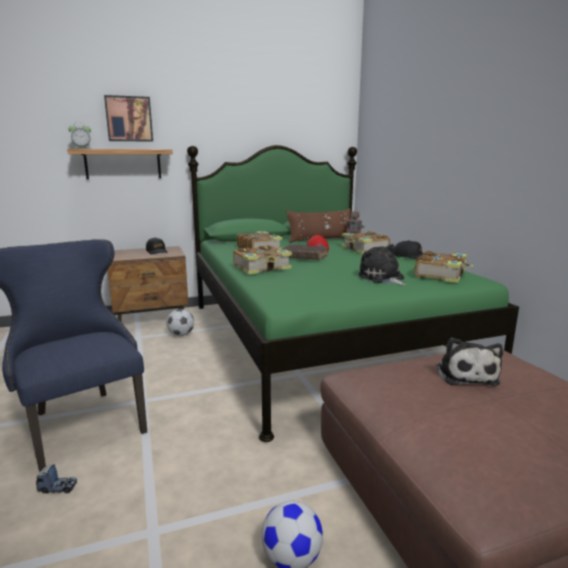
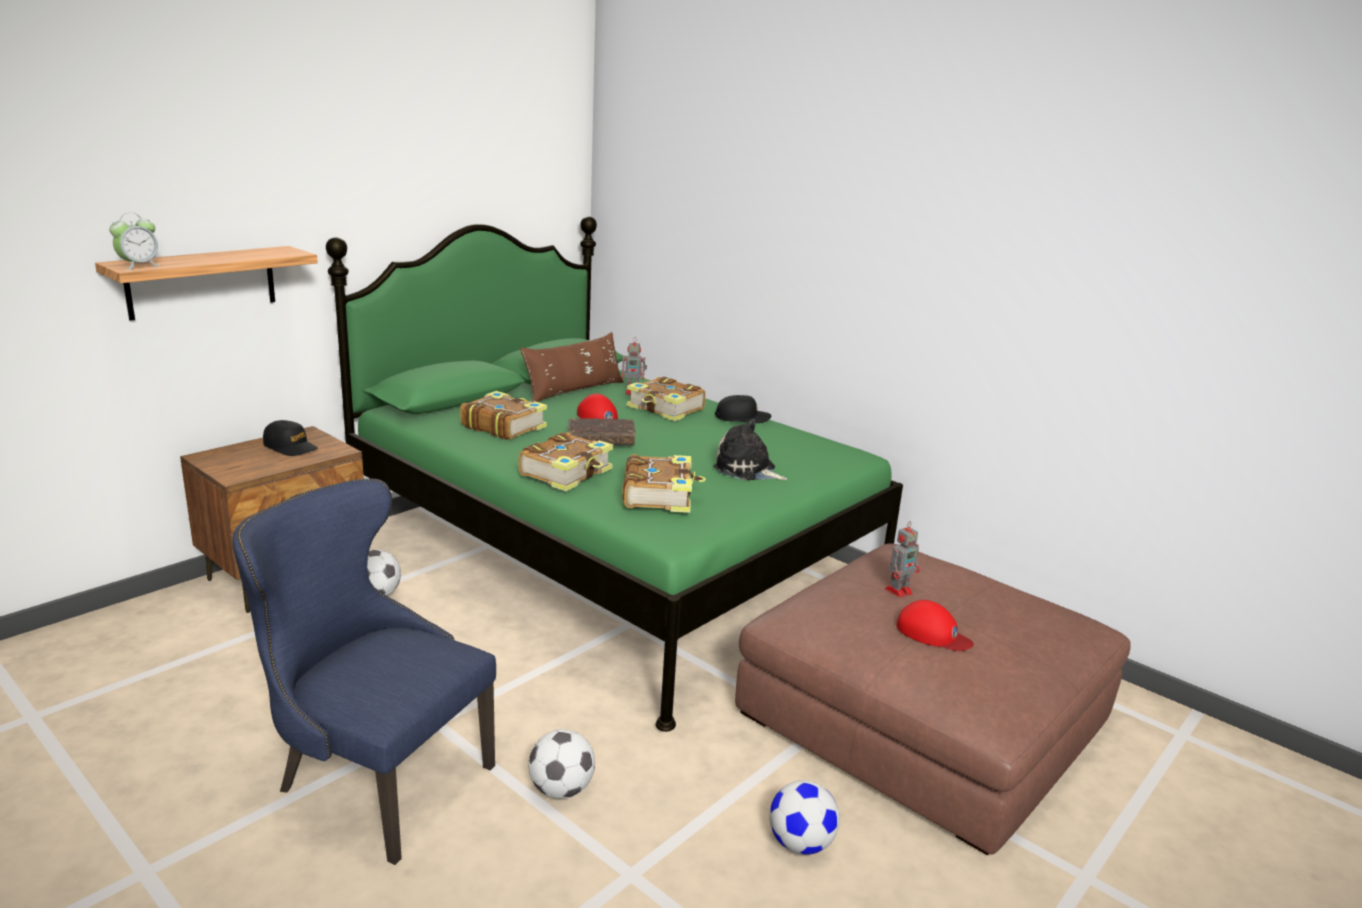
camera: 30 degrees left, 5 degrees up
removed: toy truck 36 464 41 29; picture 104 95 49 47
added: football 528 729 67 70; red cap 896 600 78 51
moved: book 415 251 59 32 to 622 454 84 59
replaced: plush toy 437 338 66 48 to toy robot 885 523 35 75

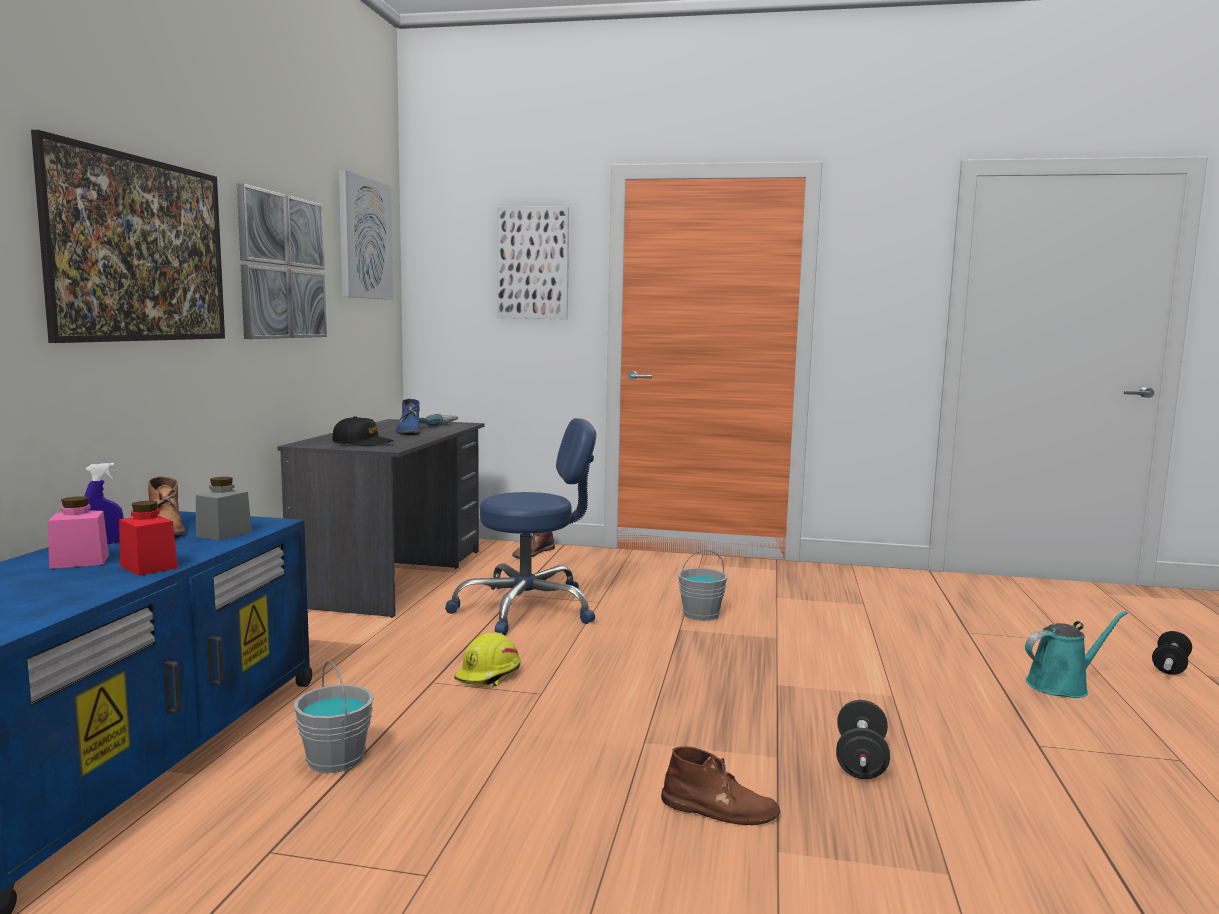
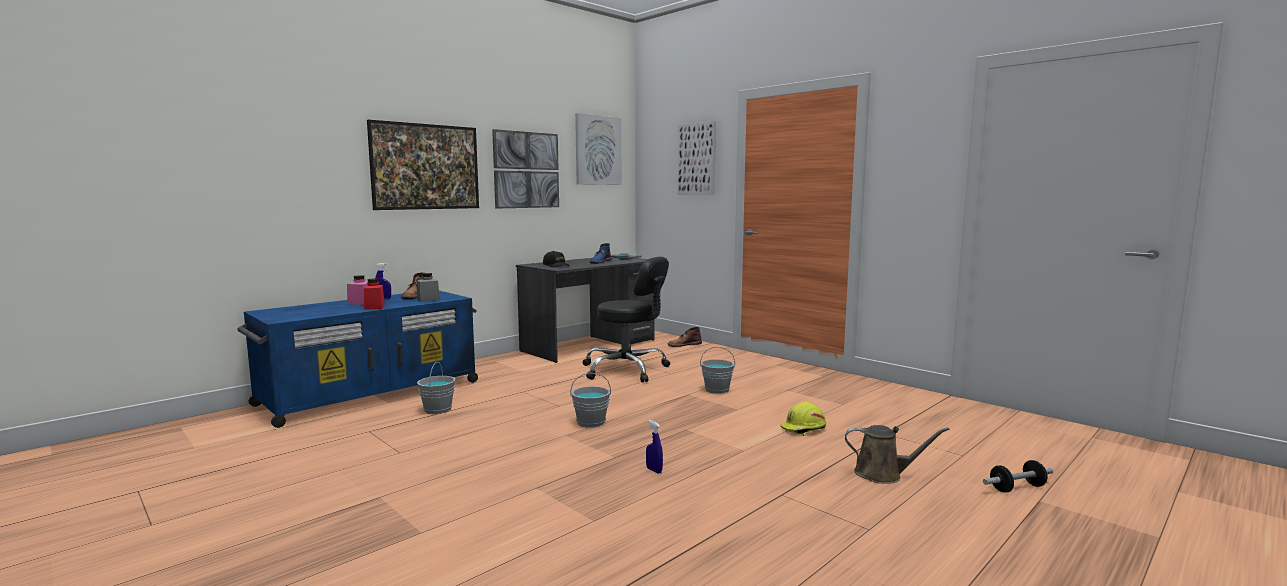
camera: 35 degrees right, 0 degrees up
removed: brown boot 661 746 119 79
added: grey bucket 570 373 41 55
moved: yellow hard hat 454 632 67 55 to 780 402 46 34
replaced: black dumbbell 836 700 54 79 to blue spray bottle 646 420 17 54
recoloured: blue office chair 445 418 151 217 to black office chair 582 257 88 125; turquoise watering can 1025 611 103 87 to brown watering can 845 425 105 59

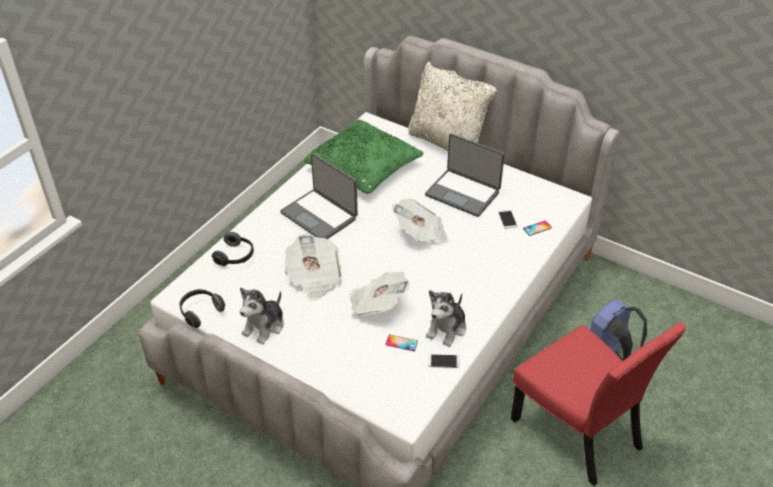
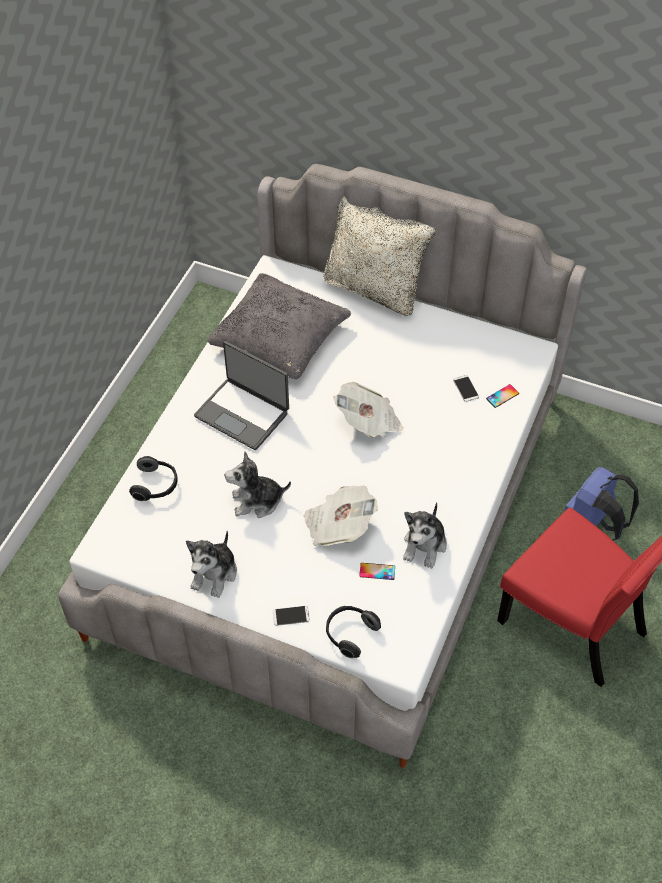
camera: 10 degrees left, 10 degrees up
removed: laptop 425 133 80 84
moved: phone 428 354 31 14 to 273 606 37 20; headphones 179 289 46 39 to 326 606 55 52
replaced: newspaper 285 233 57 68 to plush toy 224 452 67 66
recoloured: green pillow 304 119 119 75 to grey pillow 208 273 143 106

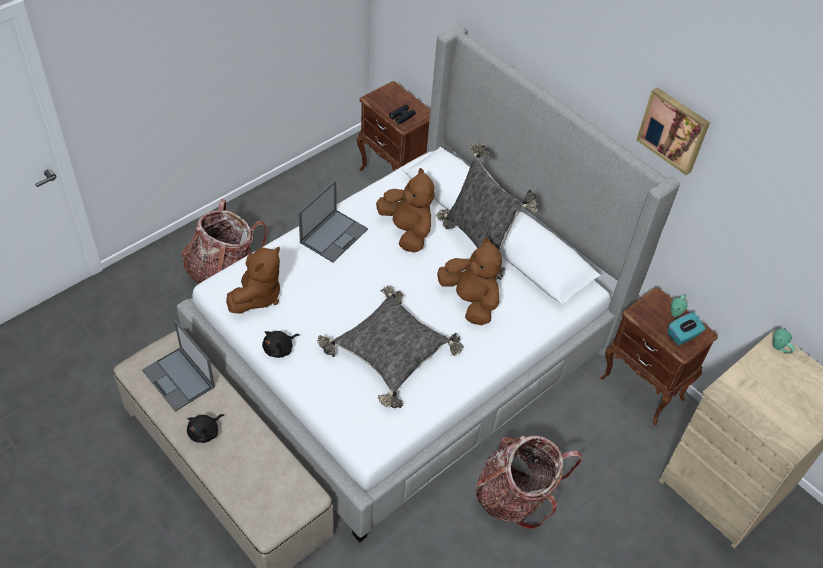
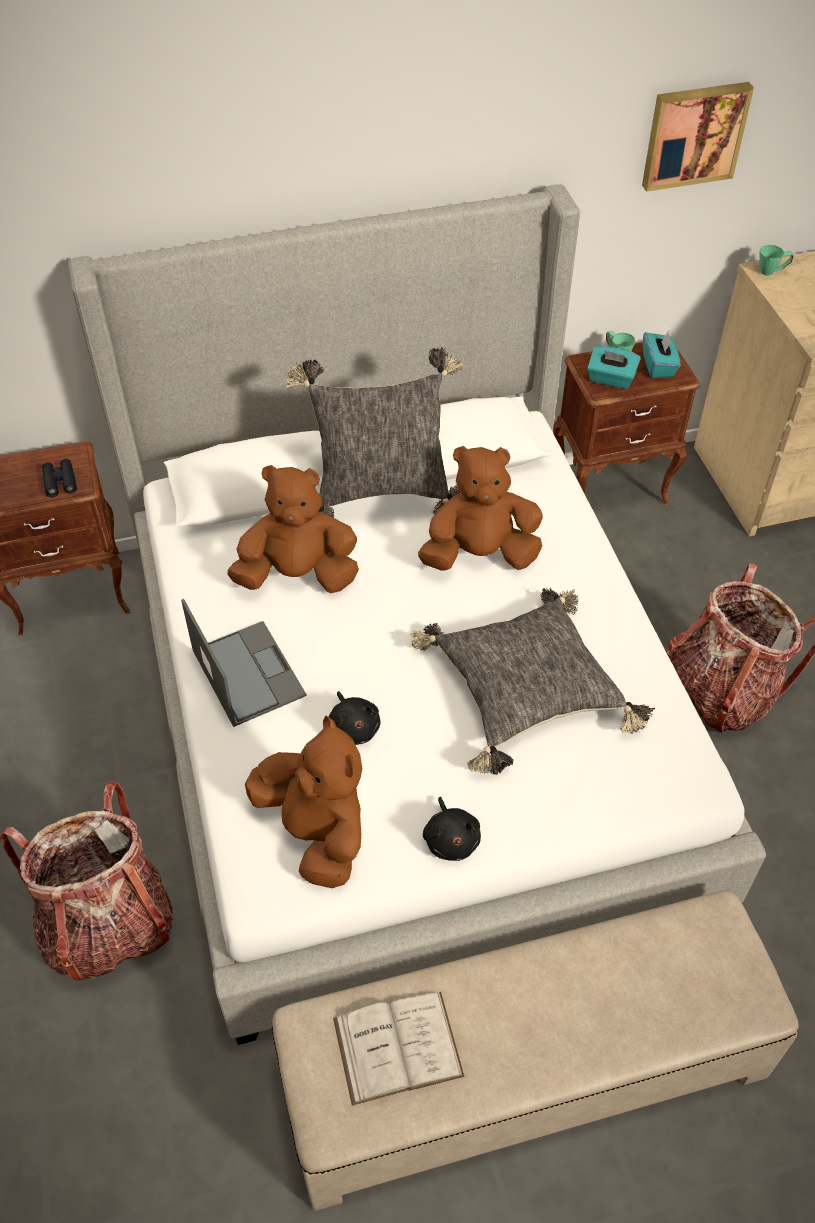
camera: 60 degrees left, 0 degrees up
added: turquoise tissue box 587 346 54 43
moved: black plush toy 187 414 37 29 to 328 691 52 54; picture 637 87 73 88 to 642 82 112 110
replaced: laptop 142 320 73 92 to white book 333 991 131 115

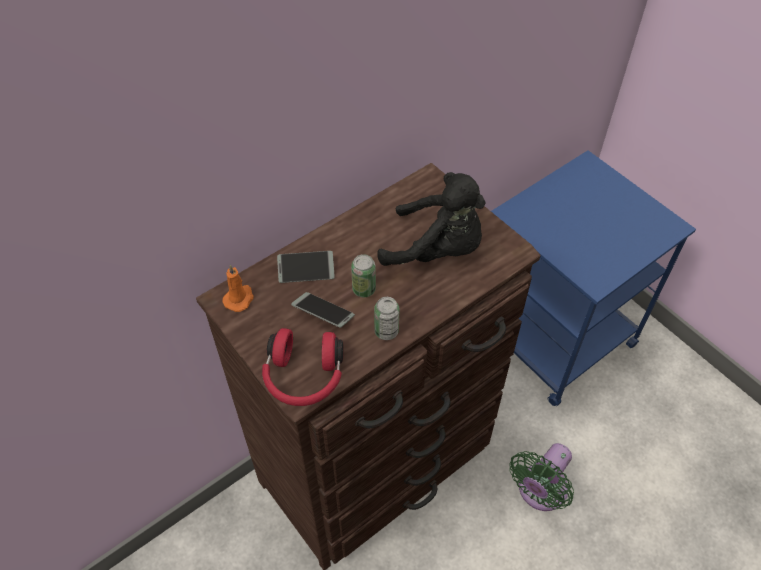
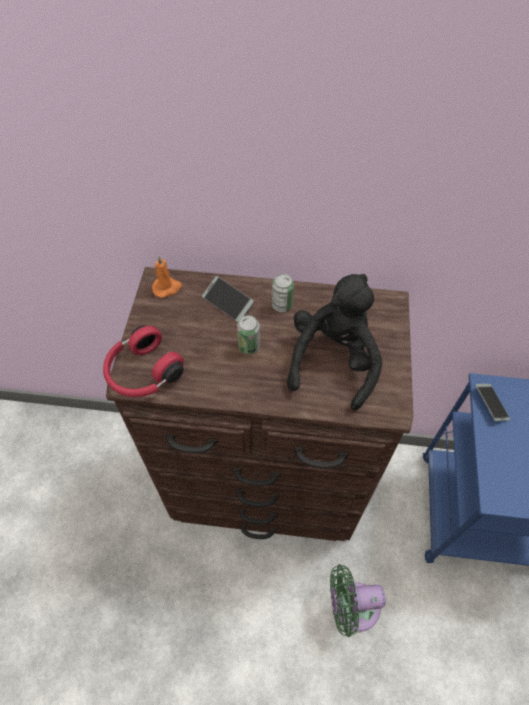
camera: 45 degrees right, 5 degrees up
moved: can 374 297 26 43 to 272 274 22 38; phone 291 292 64 36 to 475 384 35 37
turned: black plush toy 378 172 108 94 = 287 274 95 137 135 degrees counterclockwise

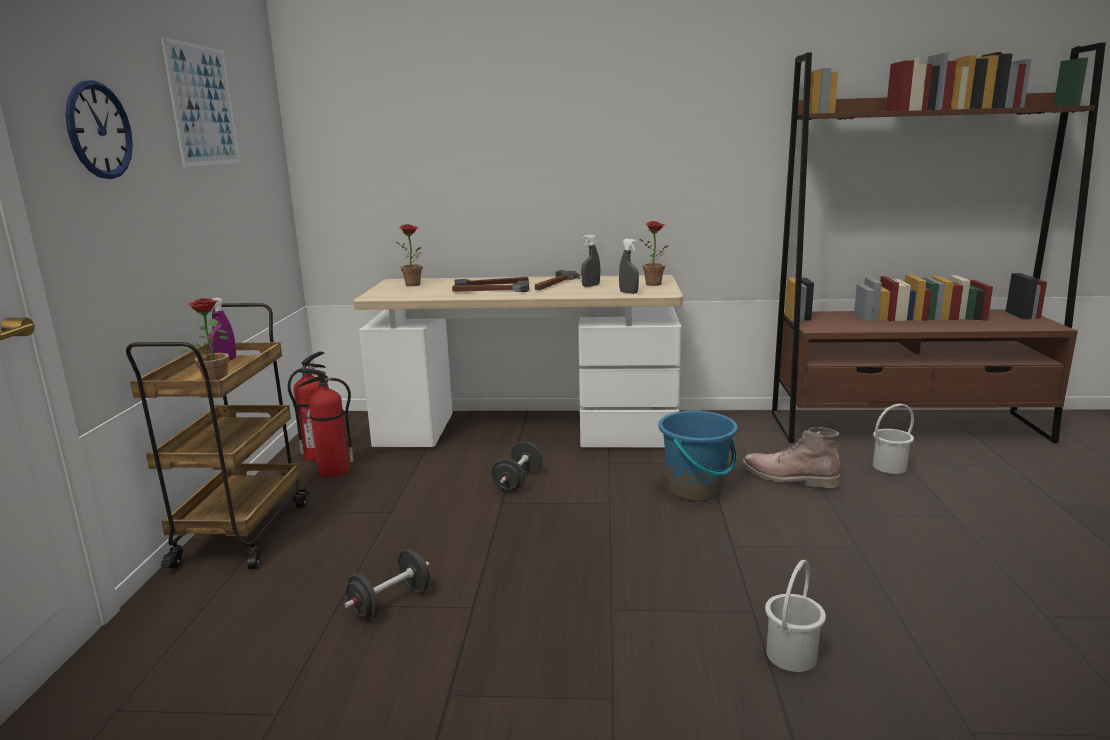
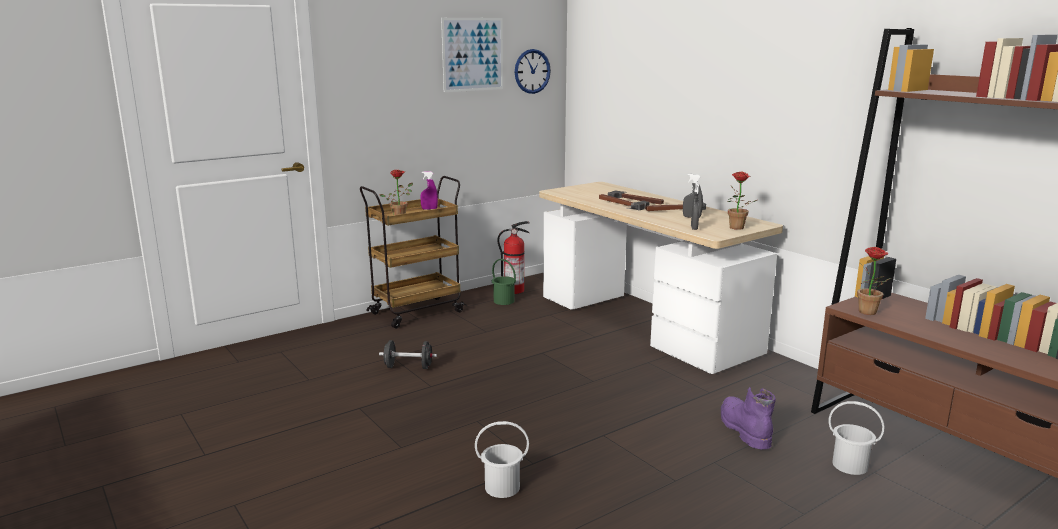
camera: 50 degrees right, 0 degrees up
removed: black dumbbell 491 441 51 51; blue bucket 659 411 79 90
moved: wall clock 65 80 68 99 to 515 49 36 45; potted plant 396 224 26 62 to 857 247 34 68
replaced: fire extinguisher 296 369 58 108 to green bucket 492 259 24 46
recoloured: brown boot 742 427 99 61 to purple boot 721 387 55 63

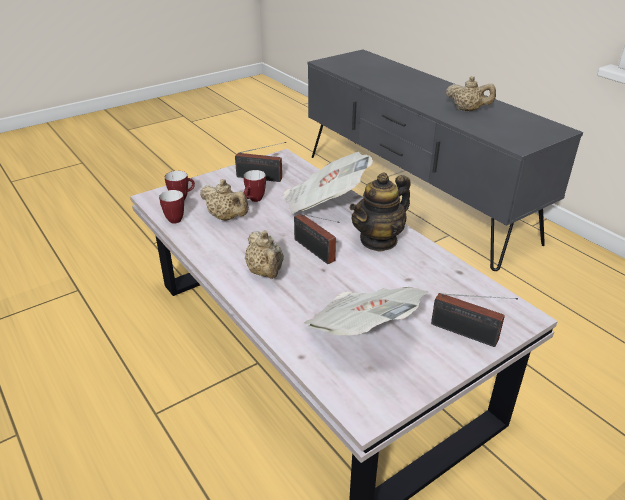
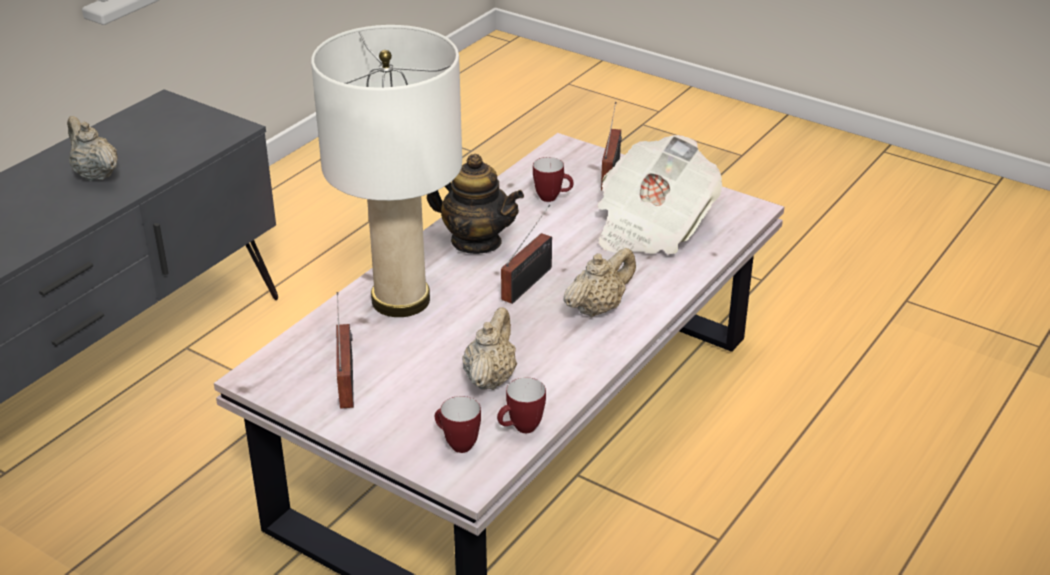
camera: 110 degrees left, 0 degrees up
moved: mug 243 170 23 32 to 533 157 41 45
replaced: newspaper 283 152 90 62 to white table lamp 311 25 151 292
turned: beige teapot 446 76 50 35 = 67 116 51 65 45 degrees counterclockwise

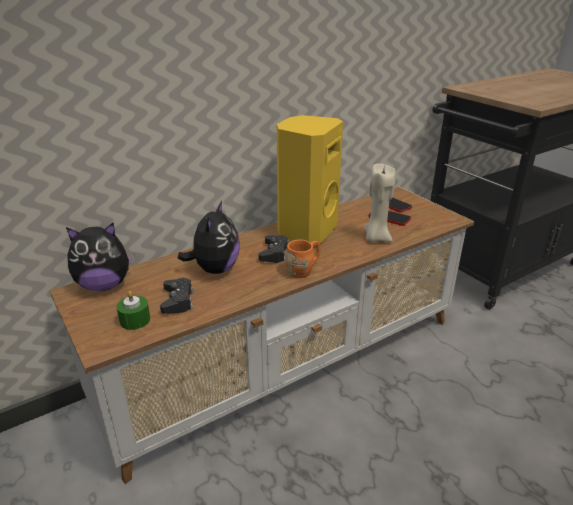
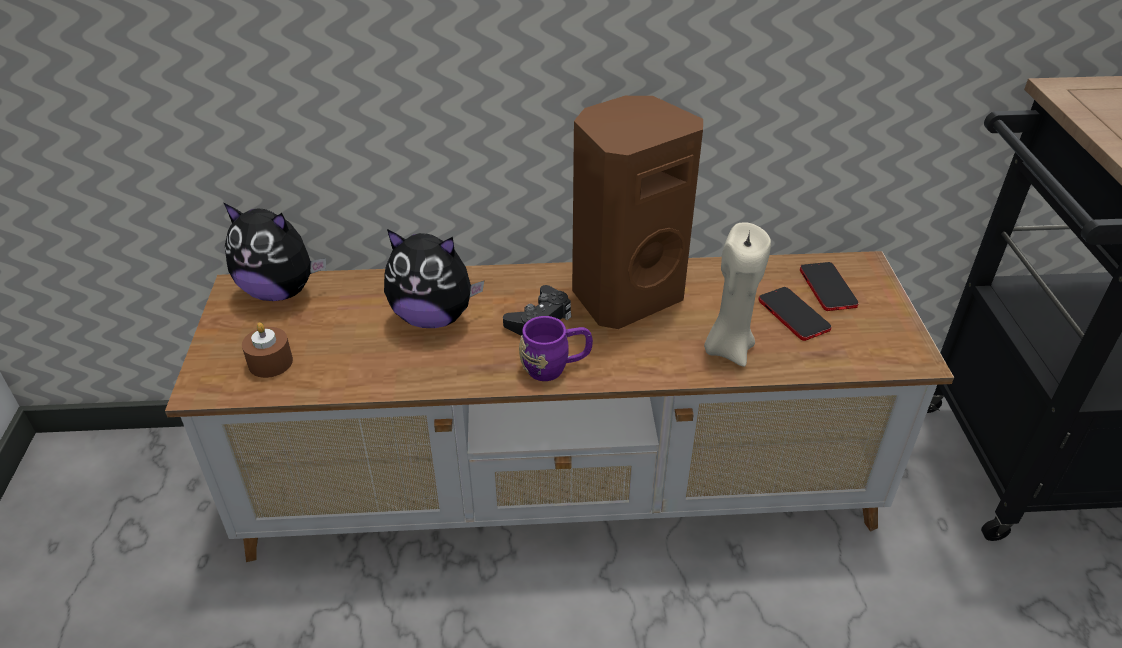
camera: 30 degrees right, 10 degrees up
removed: black game controller 160 278 34 36
recoloured: green candle 116 291 34 39 to brown candle 242 322 51 56; orange mug 285 240 36 38 to purple mug 519 316 74 65; yellow speaker 277 115 66 129 to brown speaker 572 96 131 233
turned: plush toy 178 201 62 73 = 384 229 100 99 60 degrees clockwise

